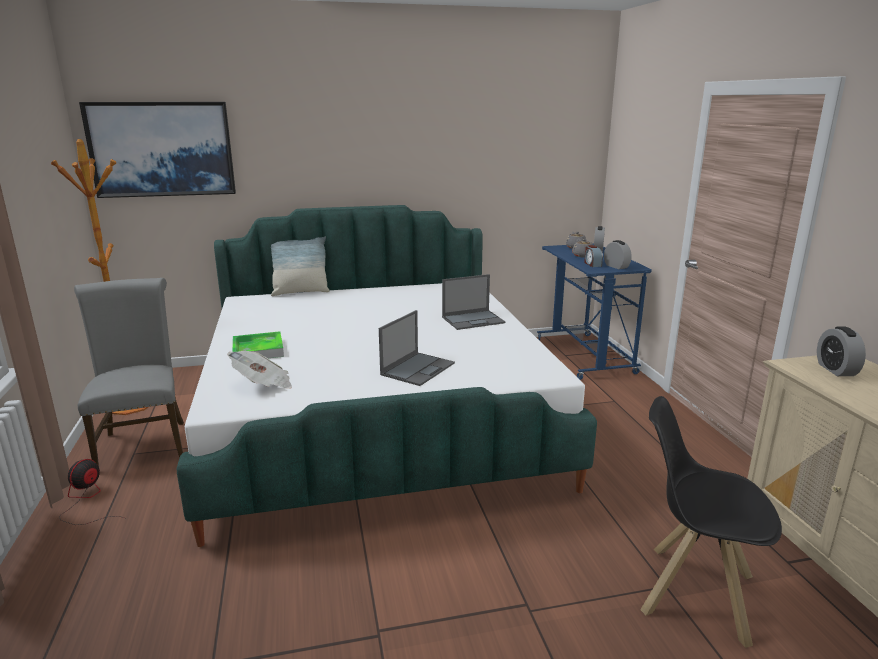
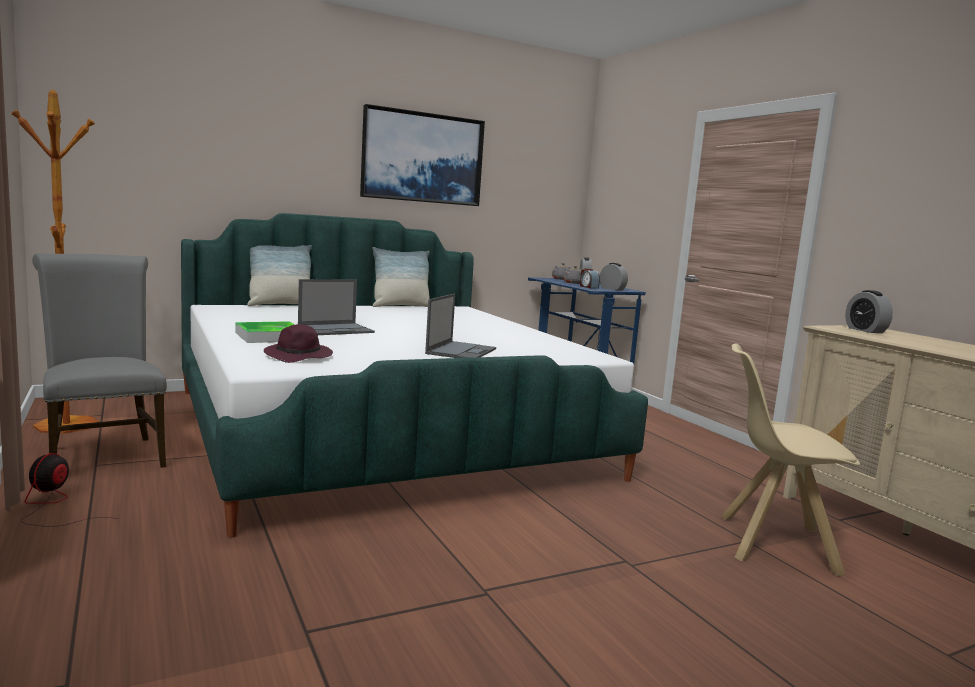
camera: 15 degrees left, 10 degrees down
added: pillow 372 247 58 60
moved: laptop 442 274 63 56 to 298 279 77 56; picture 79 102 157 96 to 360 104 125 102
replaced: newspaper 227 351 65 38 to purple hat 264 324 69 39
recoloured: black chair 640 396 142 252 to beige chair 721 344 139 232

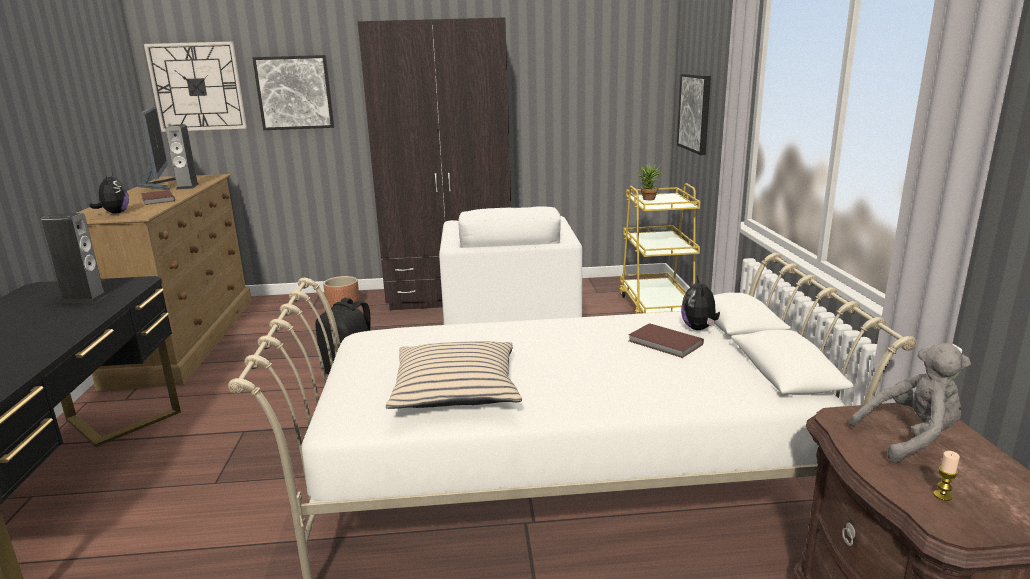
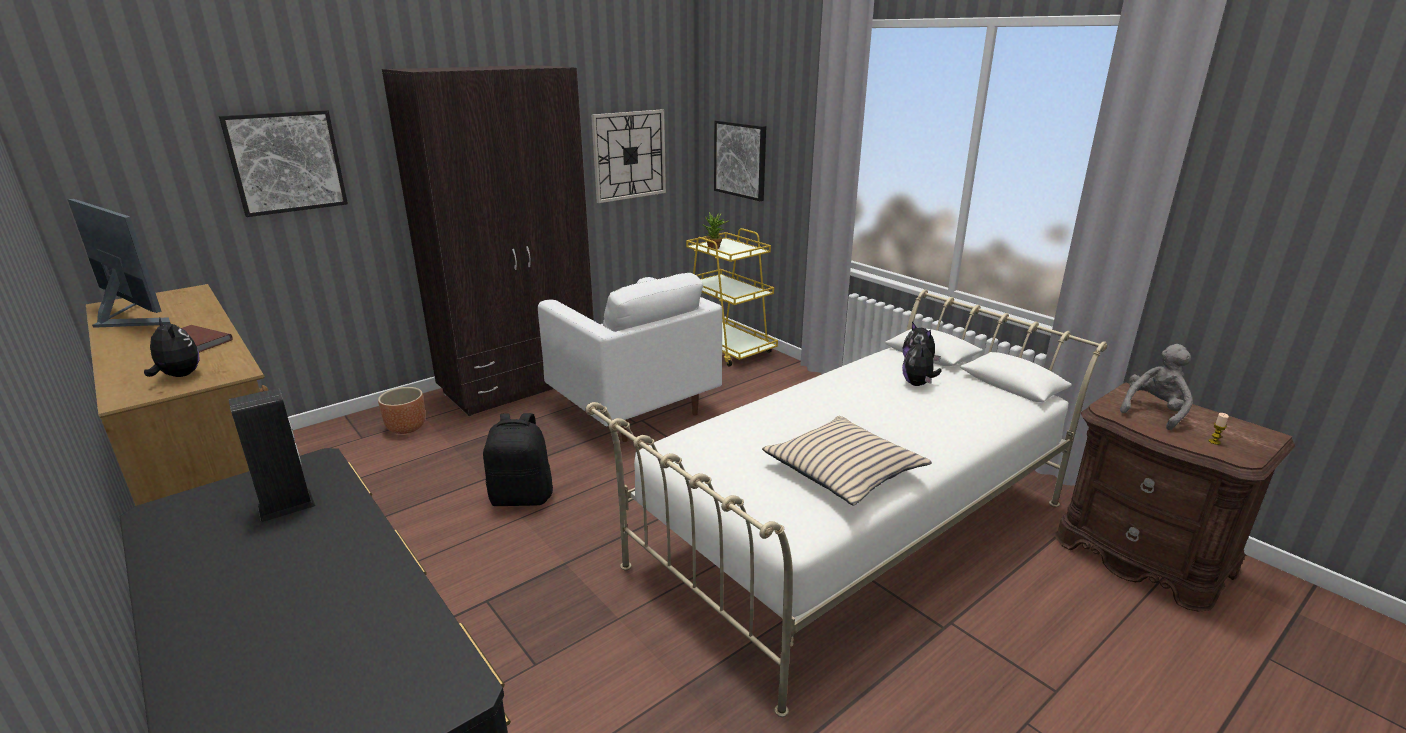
camera: 35 degrees left, 5 degrees up
removed: speaker 166 124 33 66
moved: wall clock 144 41 103 91 to 591 110 75 93
replaced: brown book 629 323 75 35 to plush toy 902 338 40 48

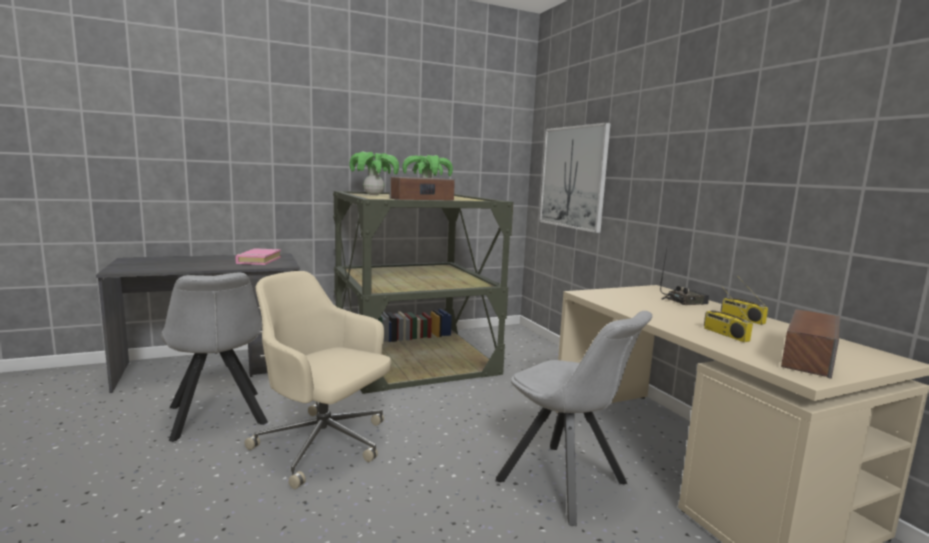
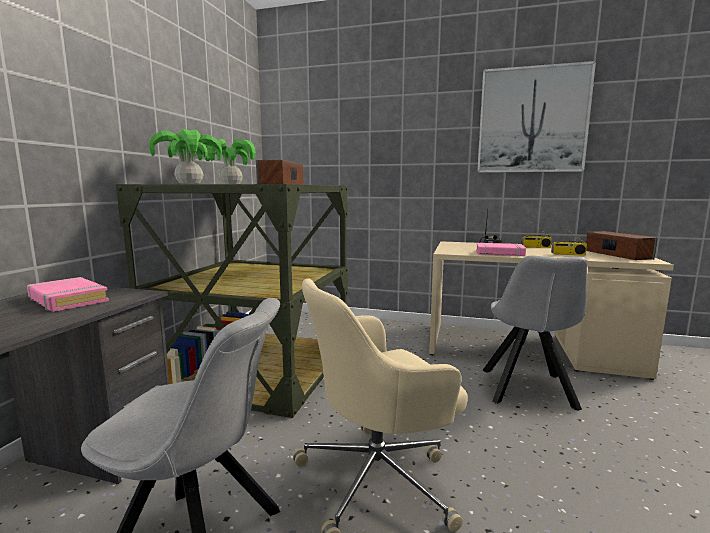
camera: 50 degrees left, 0 degrees up
added: pink book 476 243 50 14
moved: picture 539 122 72 111 to 477 61 119 112
turned: grey chair 496 311 156 215 = 482 255 106 156 105 degrees clockwise

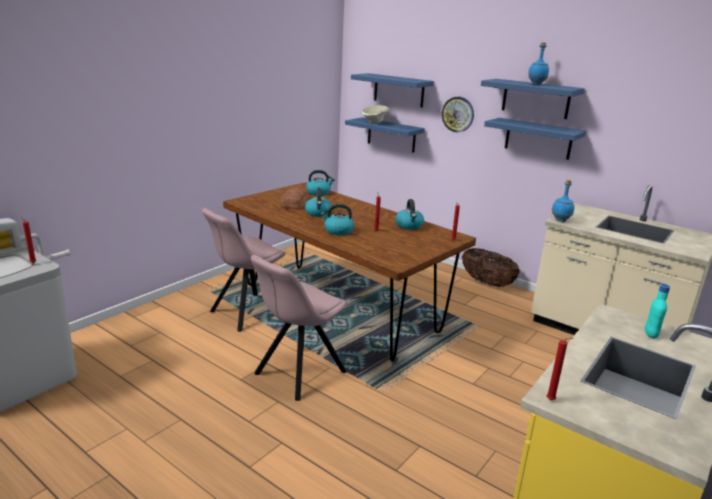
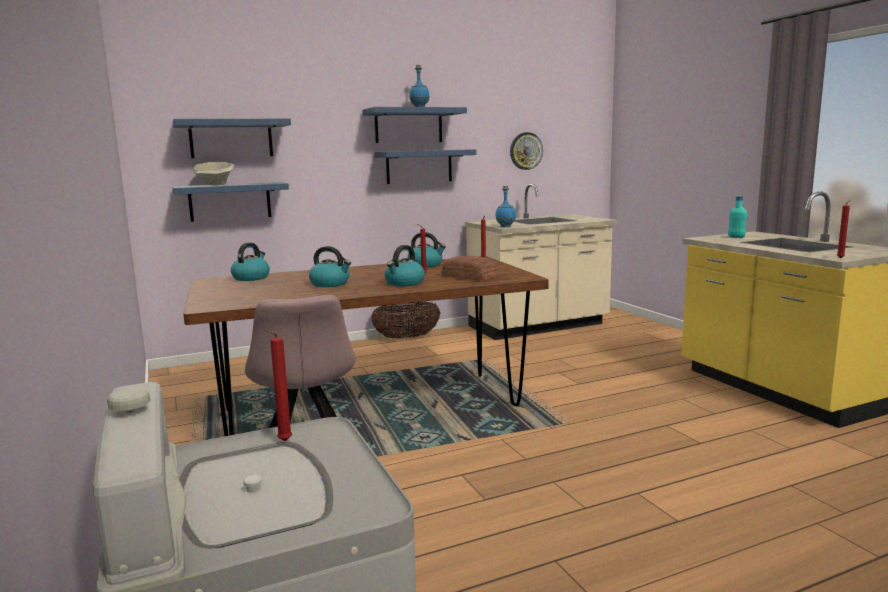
camera: 60 degrees left, 10 degrees down
removed: pink chair 251 255 96 146
moved: bread 280 188 29 21 to 441 256 58 25; wall clock 442 97 32 35 to 510 132 33 38

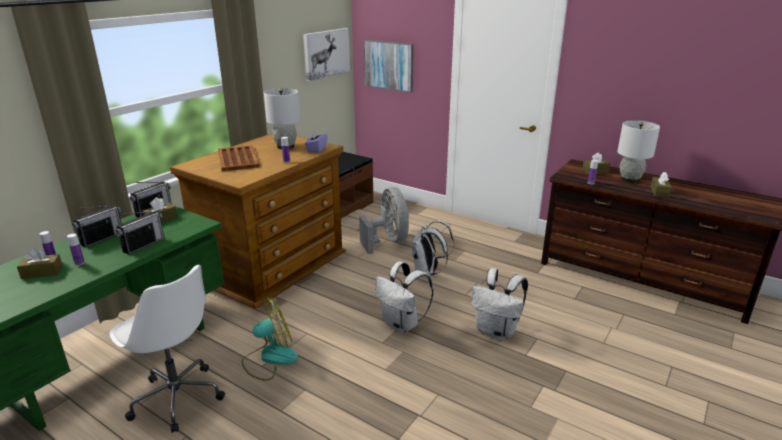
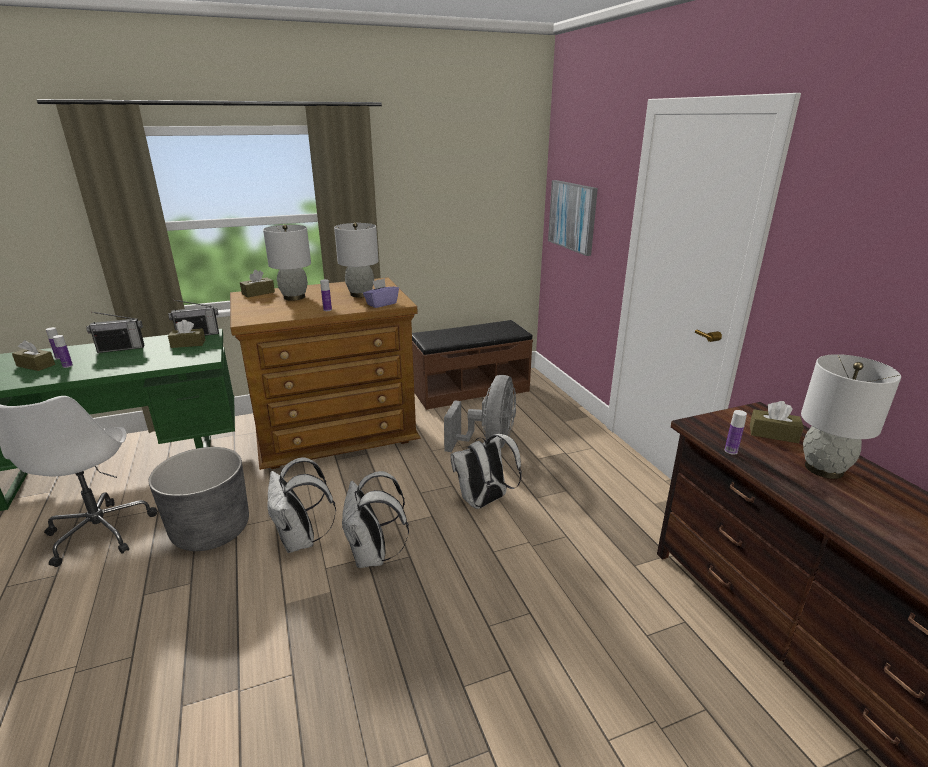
camera: 35 degrees right, 0 degrees up
removed: radio 116 211 49 44; picture 303 28 47 53
moved: brown tissue box 650 172 22 26 to 240 270 35 27; white backpack 471 268 57 72 to 268 457 68 96
replaced: fan 242 298 56 83 to grey planter 149 447 100 104; brown tray 218 145 42 26 to white table lamp 263 225 48 76

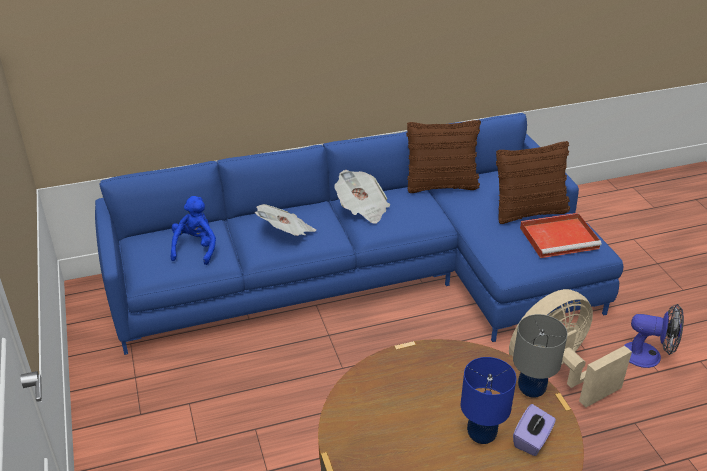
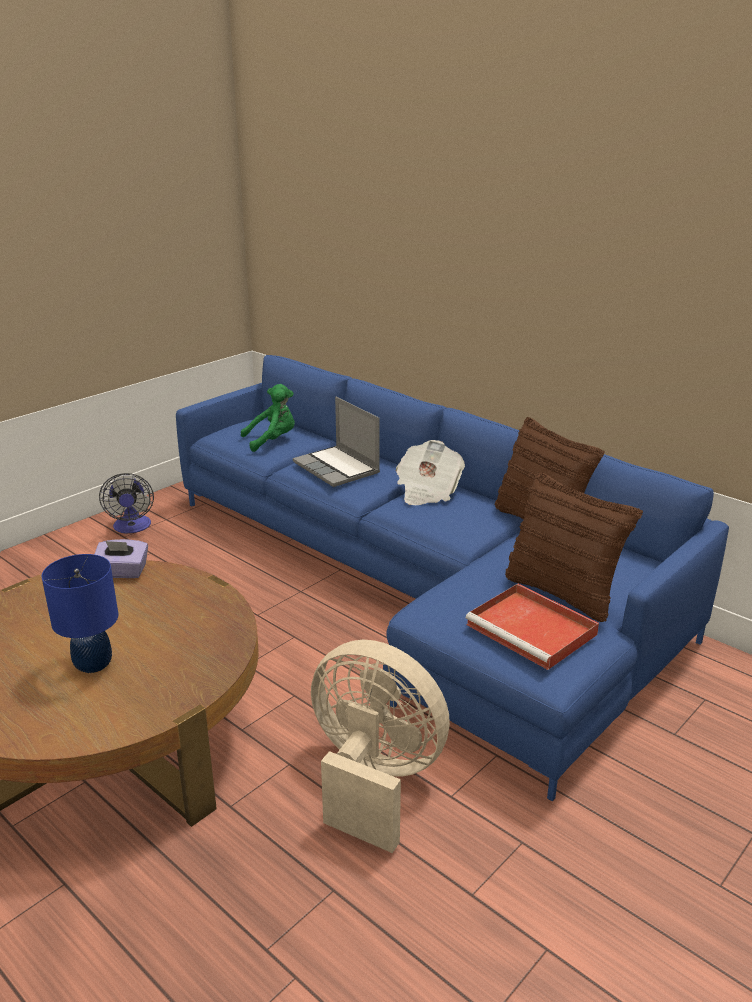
camera: 60 degrees right, 10 degrees down
removed: grey table lamp 513 314 55 84
moved: purple tissue box 513 404 43 52 to 94 539 54 39; fan 624 304 60 64 to 99 473 55 60
replaced: newspaper 255 204 61 32 to laptop 293 397 87 90
recoloured: blue plush toy 171 196 45 69 to green plush toy 241 384 54 68

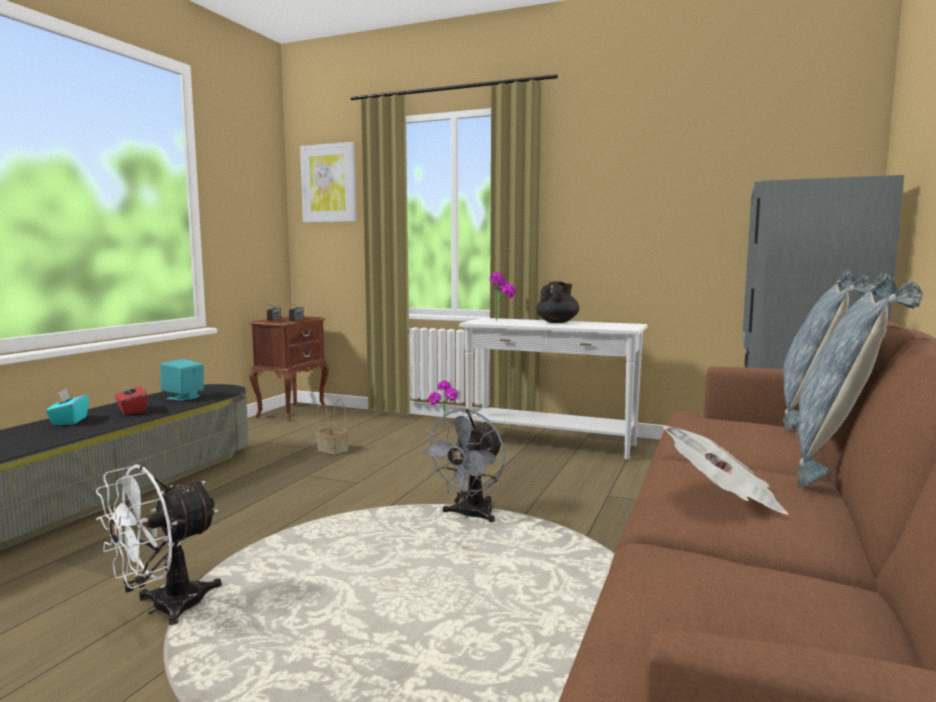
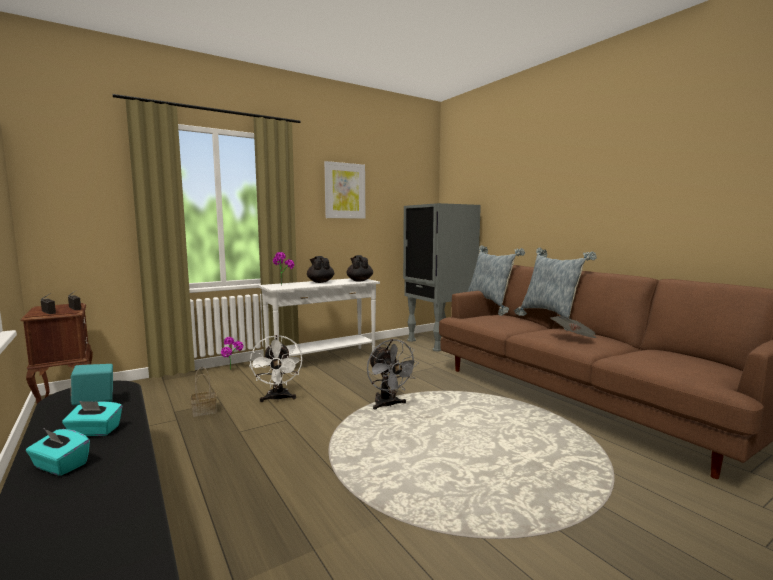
camera: 55 degrees left, 0 degrees up
added: black teapot 347 255 26 27
moved: white fan 96 464 126 161 to 249 335 53 67; picture 300 142 56 81 to 324 161 41 58
recoloured: red tissue box 115 384 32 31 to turquoise tissue box 62 401 60 35

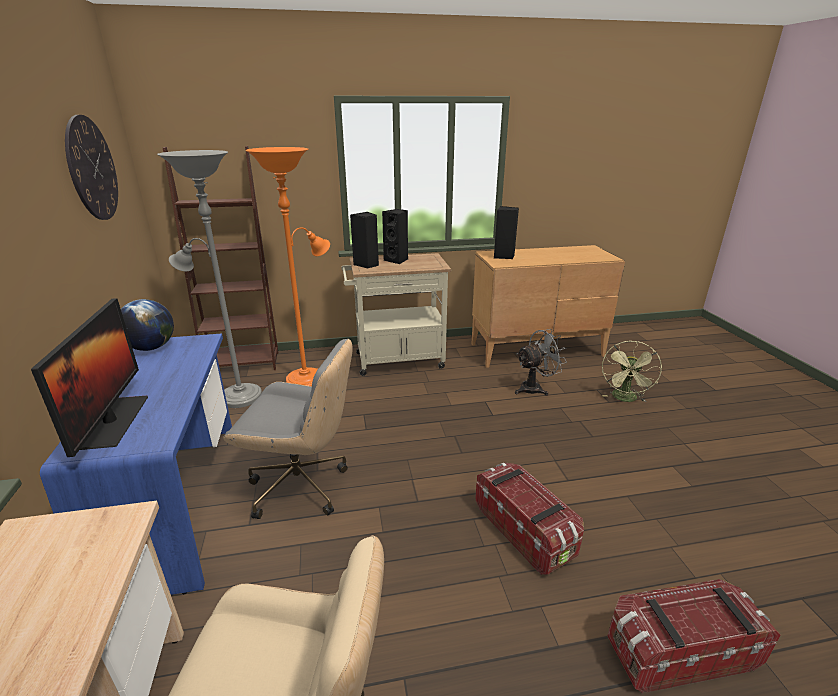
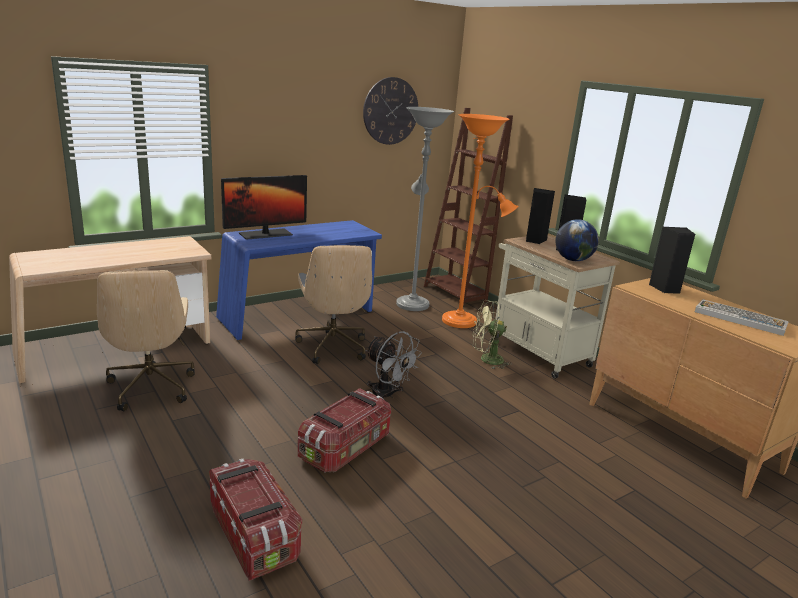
camera: 65 degrees right, 5 degrees down
added: keyboard 695 299 94 37
moved: grey fan 515 329 52 67 to 365 331 57 67; green fan 602 341 60 61 to 472 300 40 69; globe 121 299 53 52 to 555 219 44 42

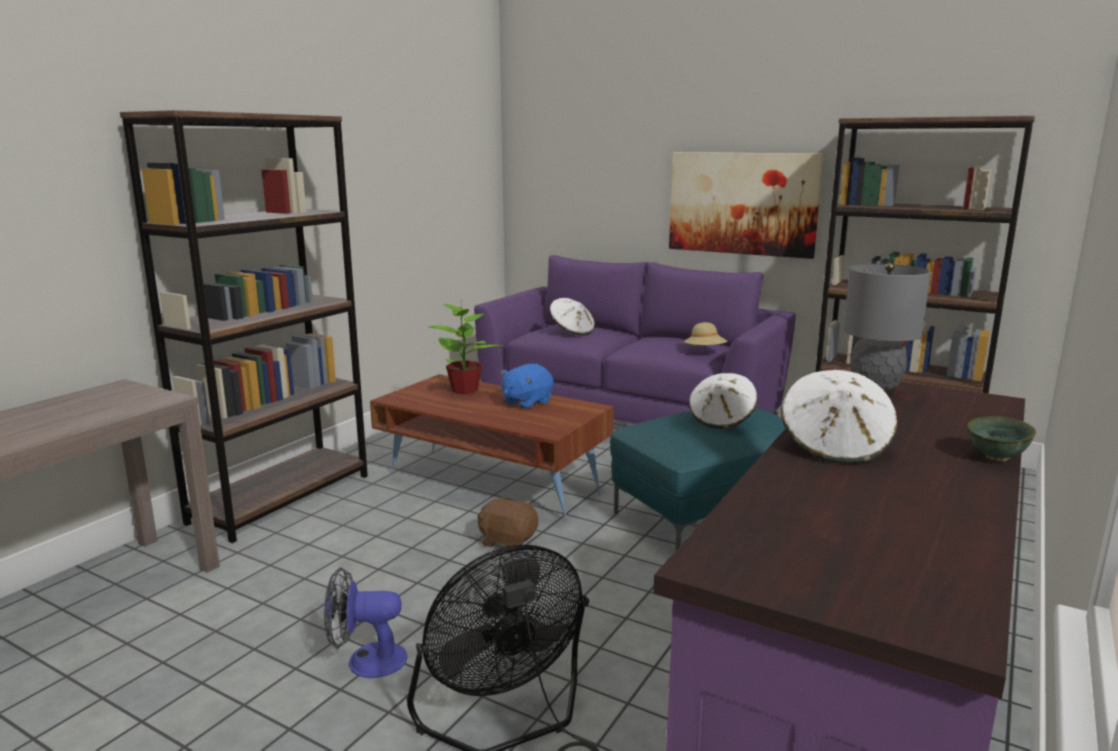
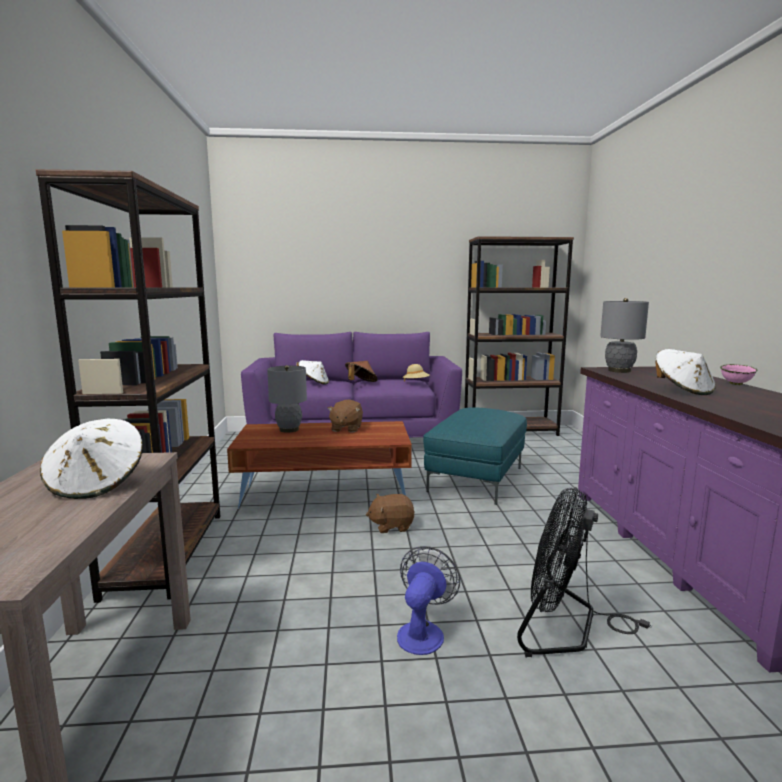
camera: 35 degrees left, 5 degrees down
removed: picture 669 152 155 107
added: brown hat 345 361 33 21
moved: white hat 689 373 68 56 to 40 419 103 80
replaced: potted plant 429 301 77 93 to grey table lamp 267 365 40 68
recoloured: blue plush toy 501 364 52 45 to brown plush toy 327 399 36 34; green bowl 967 416 69 45 to pink bowl 720 364 37 21
turned: fan 324 567 83 111 = 397 546 63 109 150 degrees clockwise

